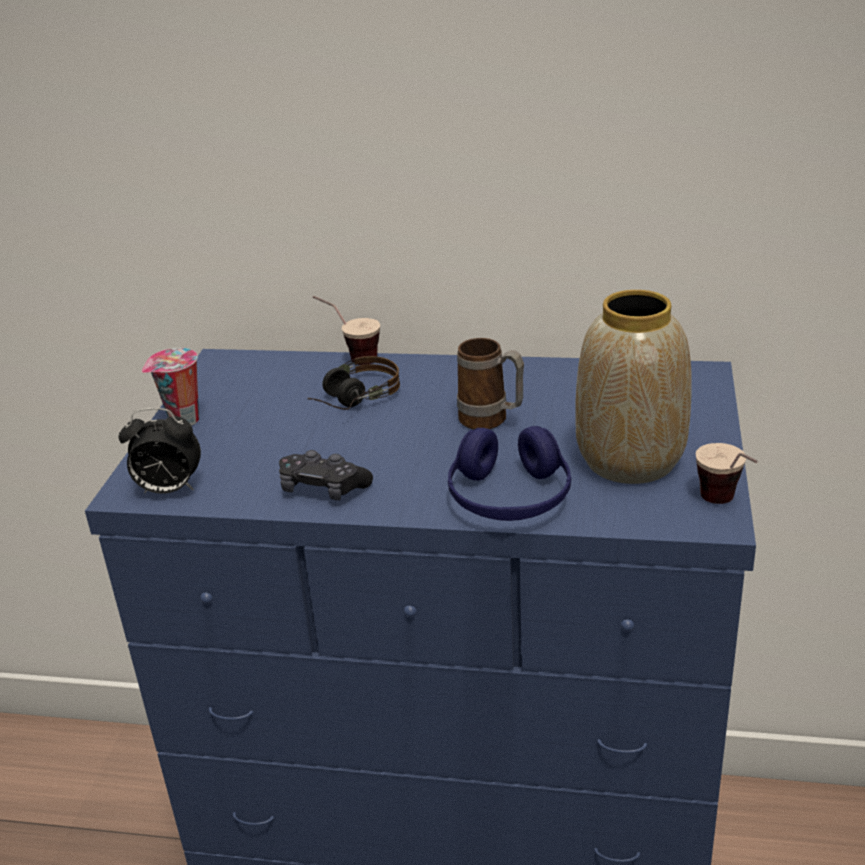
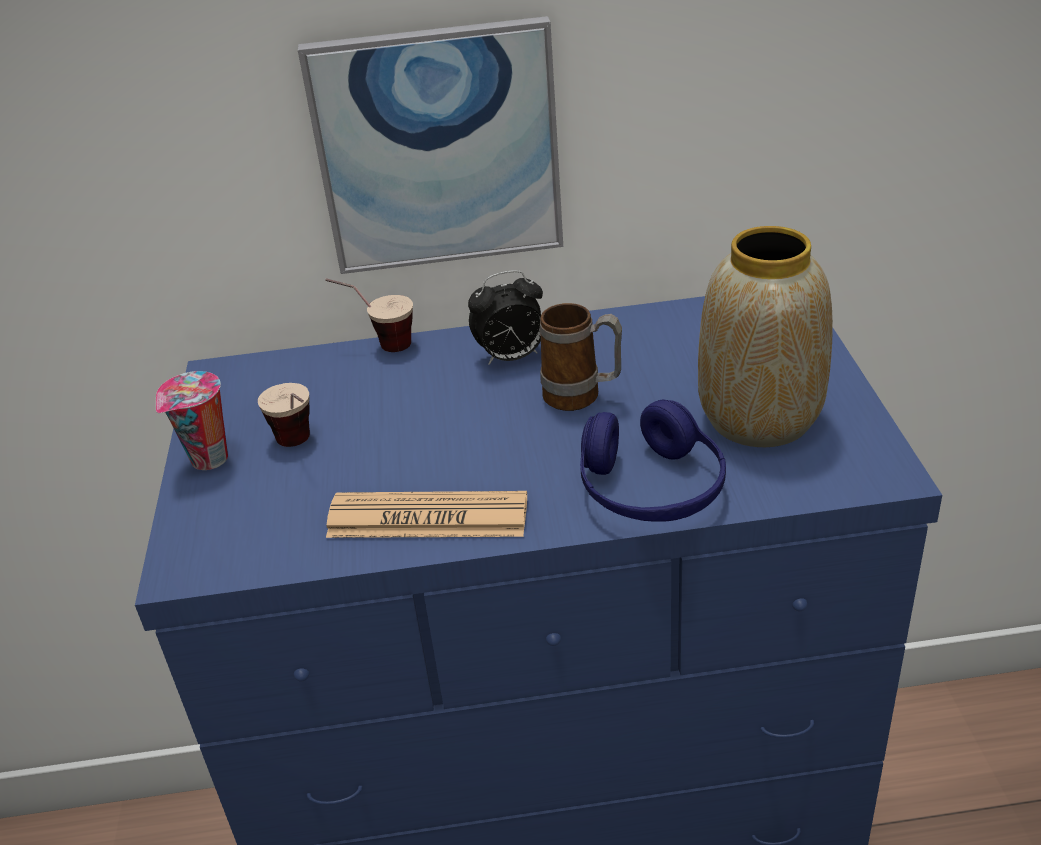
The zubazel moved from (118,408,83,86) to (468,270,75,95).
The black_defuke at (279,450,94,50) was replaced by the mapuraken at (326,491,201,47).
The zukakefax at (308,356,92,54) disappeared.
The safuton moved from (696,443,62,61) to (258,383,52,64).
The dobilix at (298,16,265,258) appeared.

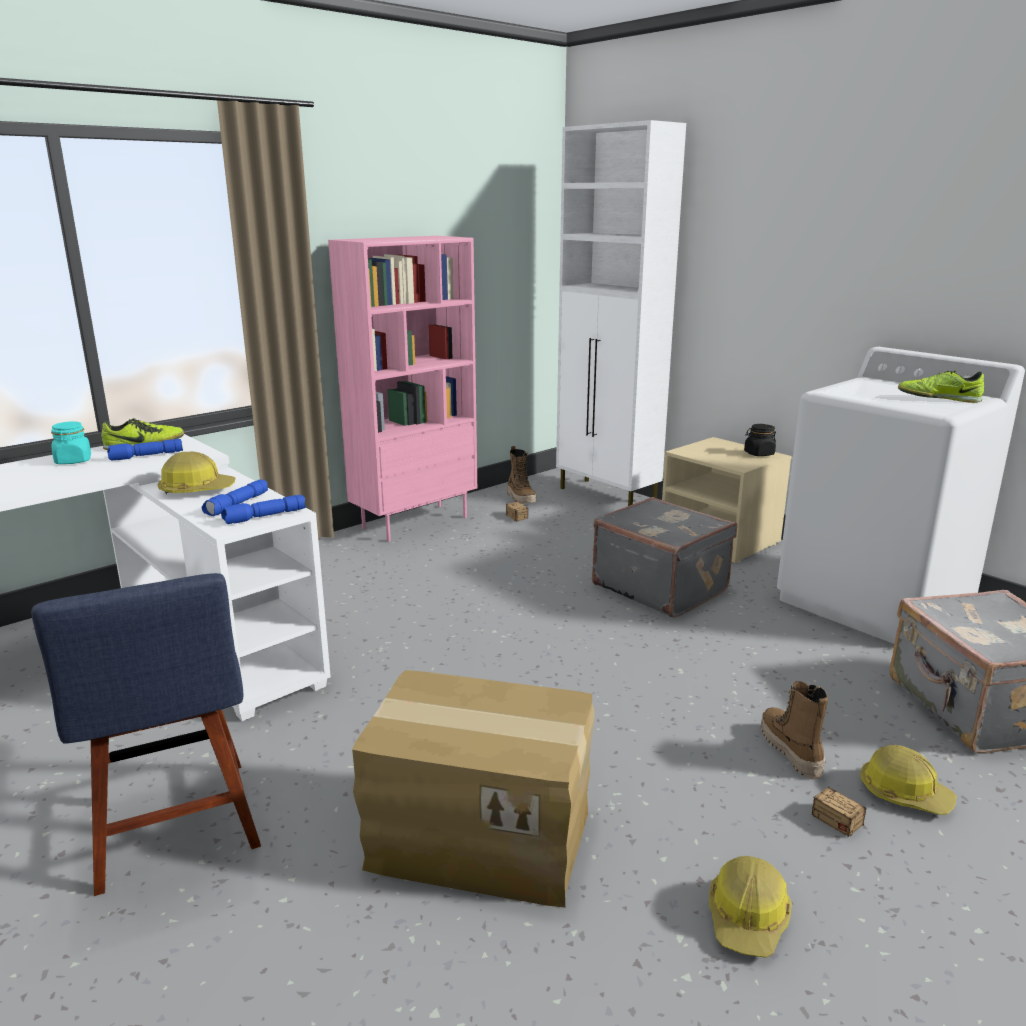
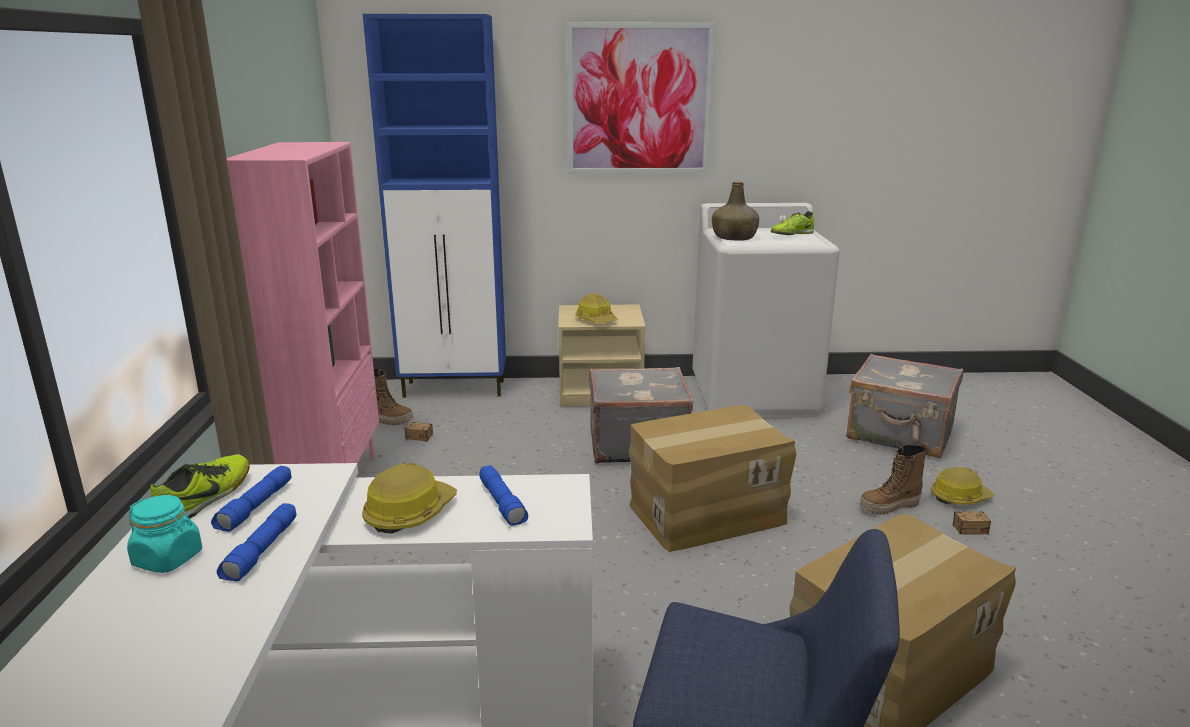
The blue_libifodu moved from (221,495,85,29) to (217,503,79,78).
The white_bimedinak at (556,120,130,386) became the blue_bimedinak at (363,14,143,384).
The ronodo moved from (709,856,83,102) to (576,293,41,30).
The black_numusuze at (744,424,32,32) disappeared.
The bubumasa at (761,681,67,99) turned 45 degrees counterclockwise.
The dobilix at (566,22,149,152) appeared.
The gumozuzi at (629,405,167,147) appeared.
The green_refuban at (712,181,47,60) appeared.

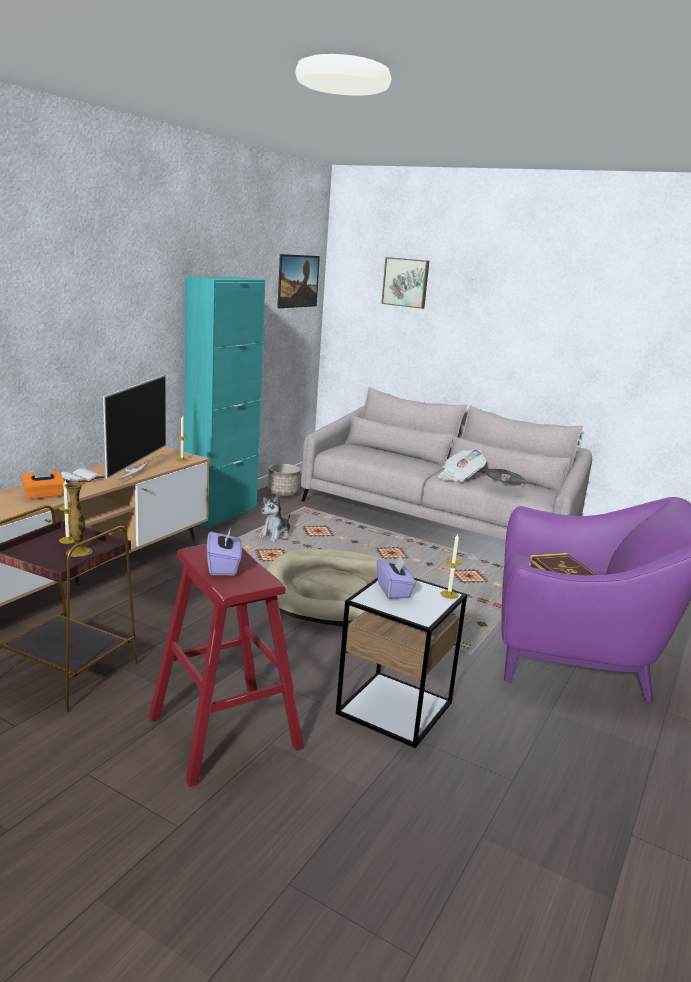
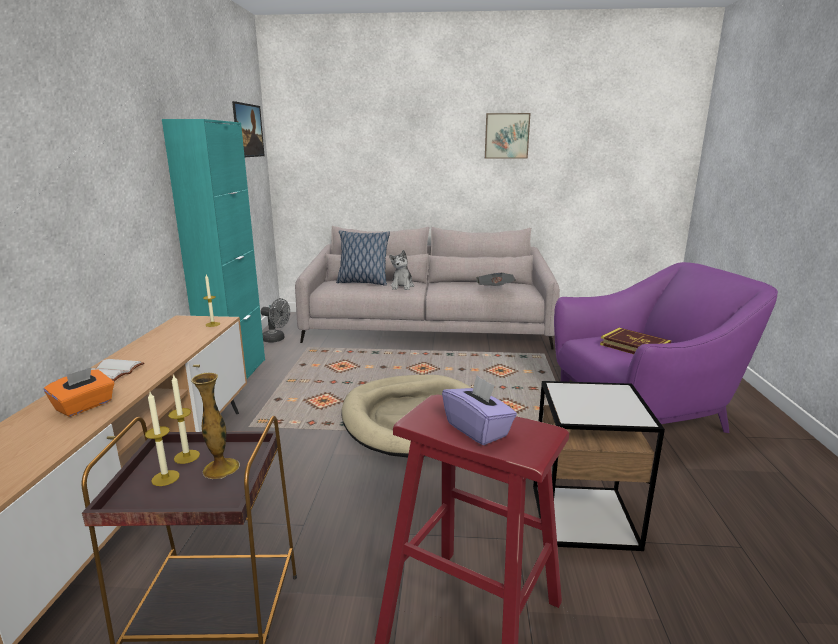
The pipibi at (103,375,63,105) disappeared.
The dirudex moved from (259,495,31,47) to (389,250,25,40).
The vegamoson at (268,464,33,32) was replaced by the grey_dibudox at (261,298,29,45).
The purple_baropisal at (377,555,39,44) disappeared.
The dobilix moved from (381,257,48,52) to (485,113,46,46).
The mapuraken at (438,449,49,33) disappeared.
The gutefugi moved from (441,533,20,66) to (145,392,35,94).
The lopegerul at (336,230,54,56) appeared.

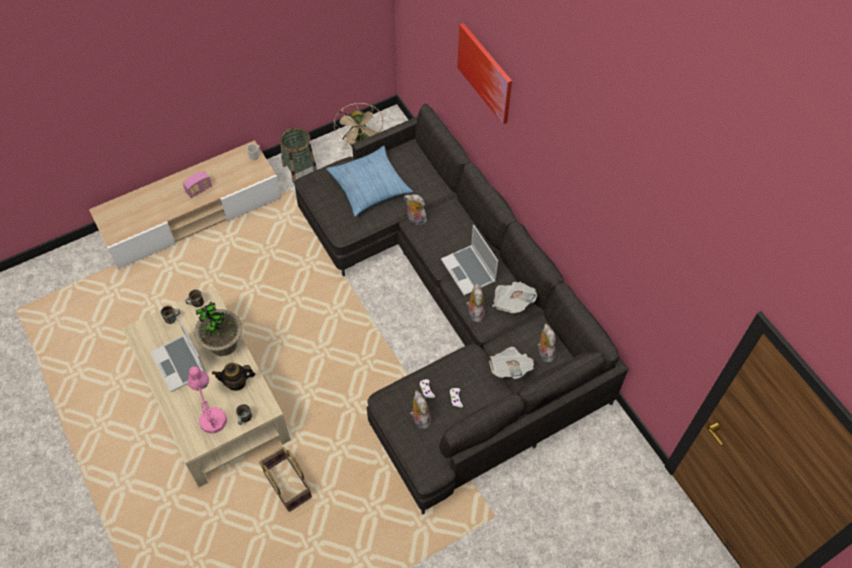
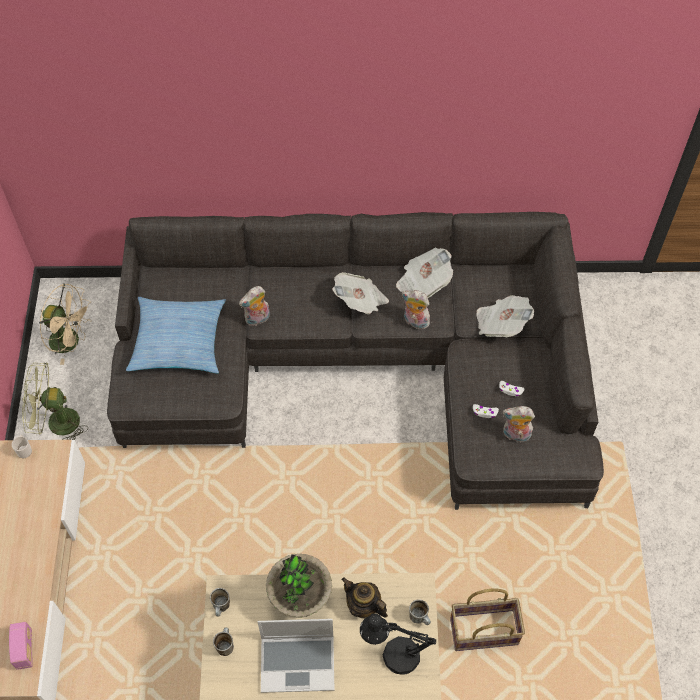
The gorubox moved from (183,171,29,27) to (9,622,24,48).
The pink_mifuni at (188,366,39,68) became the black_mifuni at (360,613,77,62).
The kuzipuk at (212,363,43,28) turned 105 degrees clockwise.
The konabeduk at (280,127,37,56) was replaced by the green_dibudox at (22,362,66,78).
The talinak at (441,225,57,71) was replaced by the mapuraken at (332,272,57,42).
The dobilix at (457,23,55,102) disappeared.
The dirudex at (538,324,18,38) disappeared.

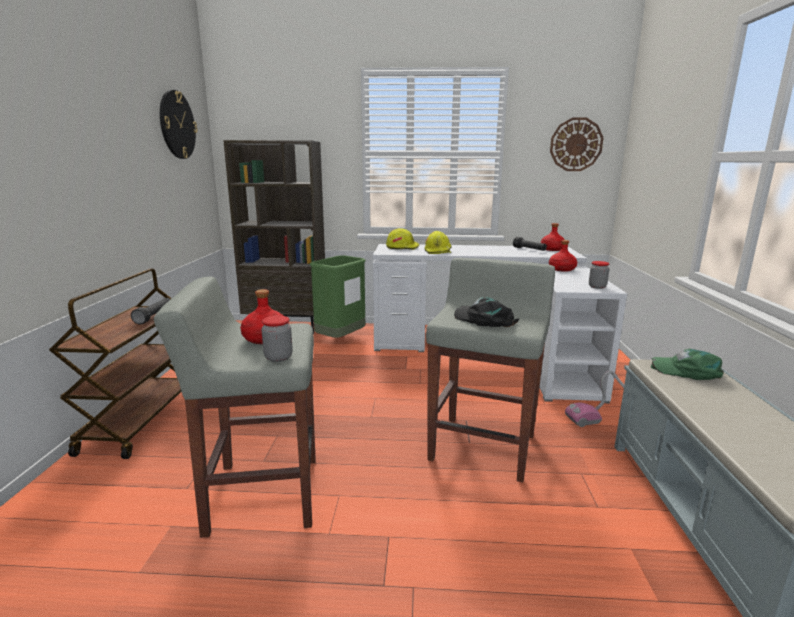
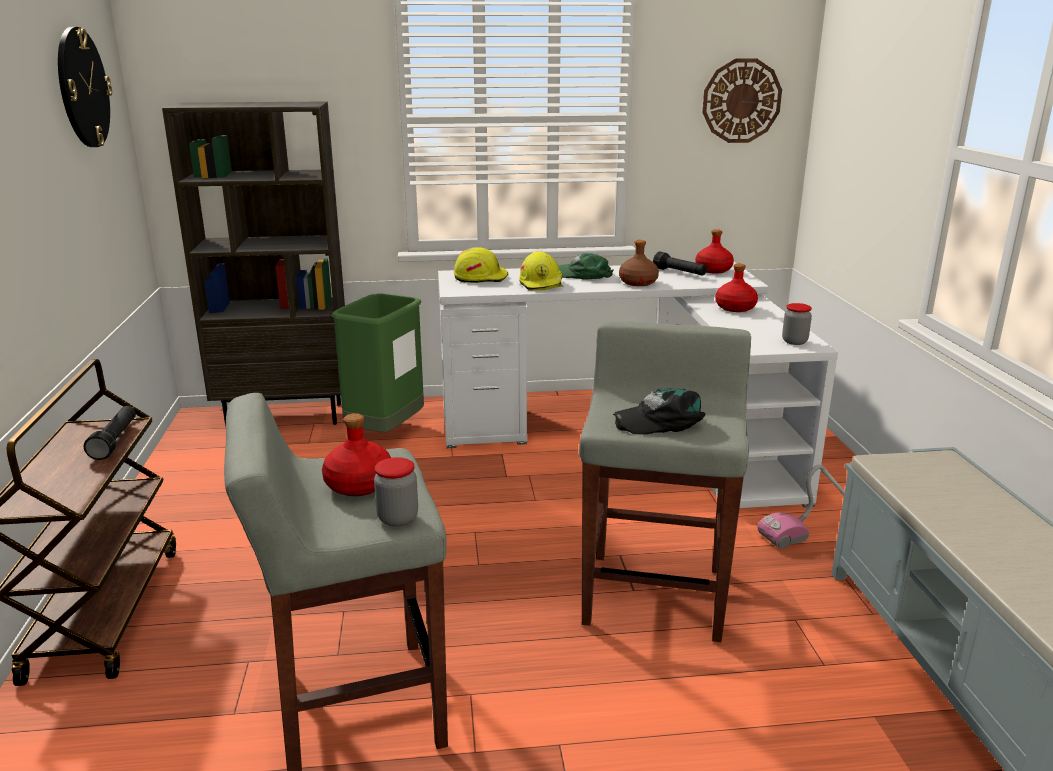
The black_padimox at (454,297,65,30) turned 45 degrees counterclockwise.
The green_padimox moved from (651,349,73,31) to (558,253,56,27).
The brown_refuban at (619,240,40,46) appeared.

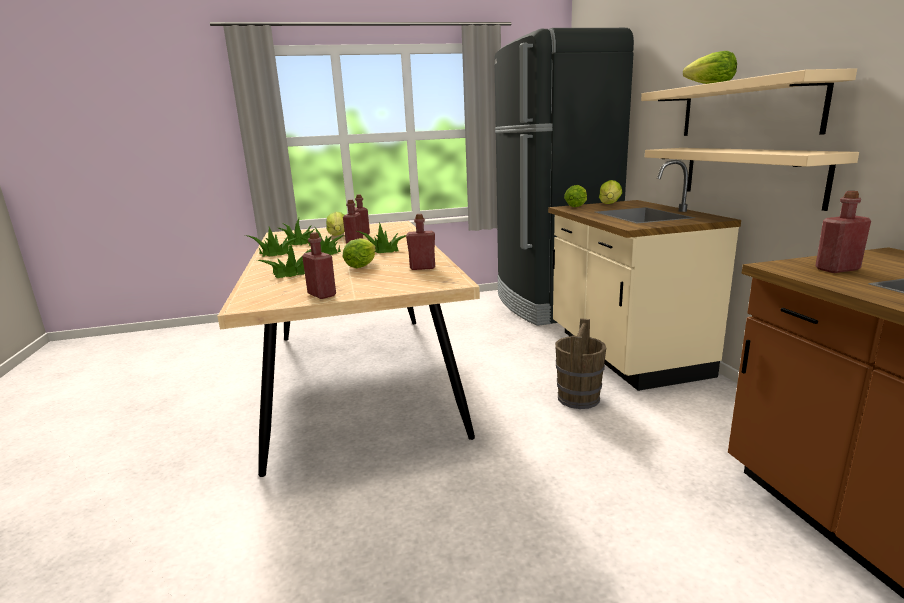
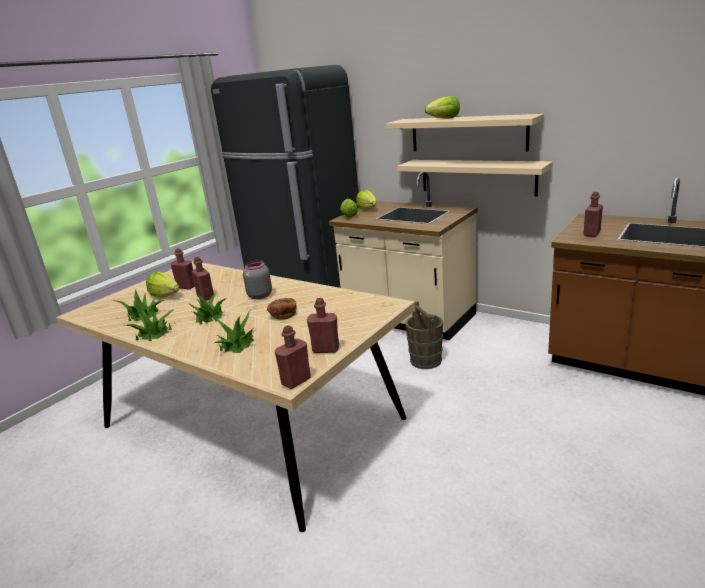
The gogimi at (343,238,33,30) was replaced by the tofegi at (267,298,30,22).
The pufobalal at (357,222,49,31) was replaced by the grey_numusuze at (243,260,29,40).
The red_refuban moved from (406,214,29,56) to (275,325,36,64).

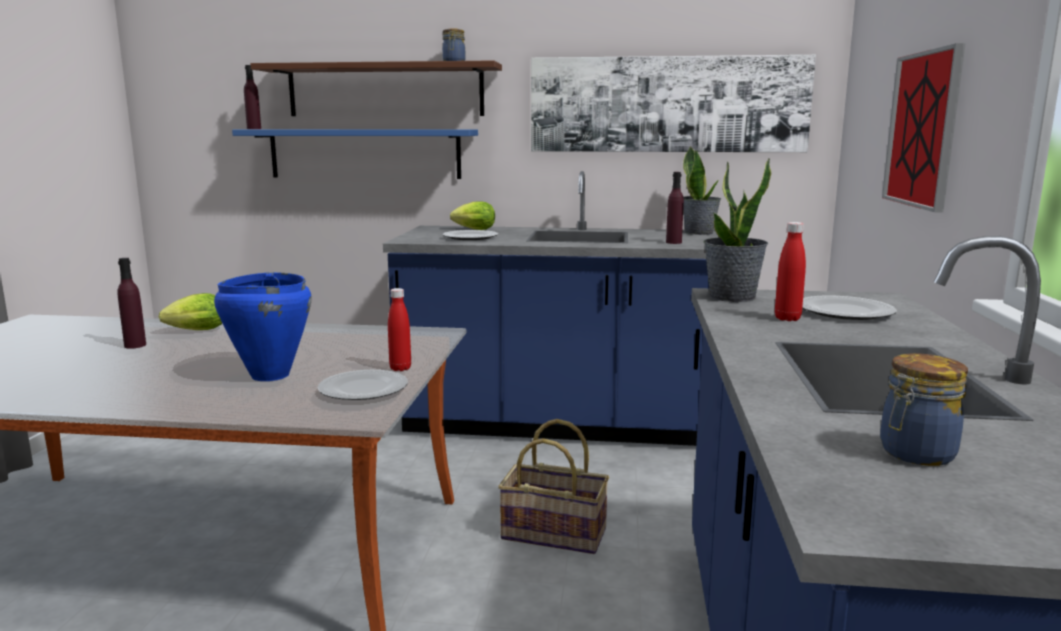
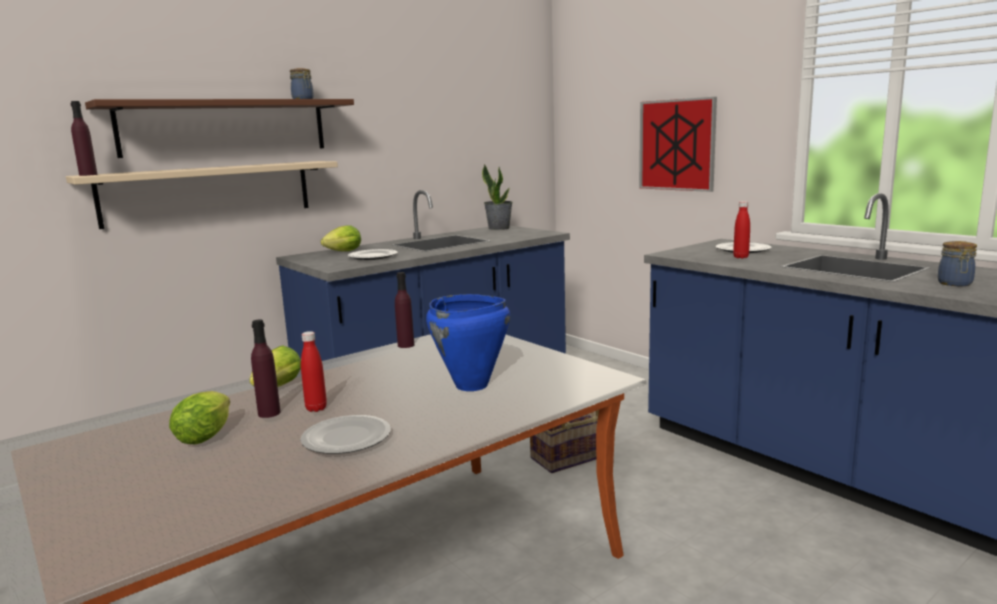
The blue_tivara at (232,129,246,50) became the beige_tivara at (66,161,272,68).
The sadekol moved from (318,370,90,30) to (300,415,91,39).
The red_refuban moved from (388,288,23,83) to (301,331,26,81).
The dobilix at (531,55,285,97) disappeared.
The purple_refuban moved from (666,172,18,72) to (395,272,19,76).
The pufobalal at (704,158,67,144) disappeared.
The gogimi at (169,391,61,53) appeared.

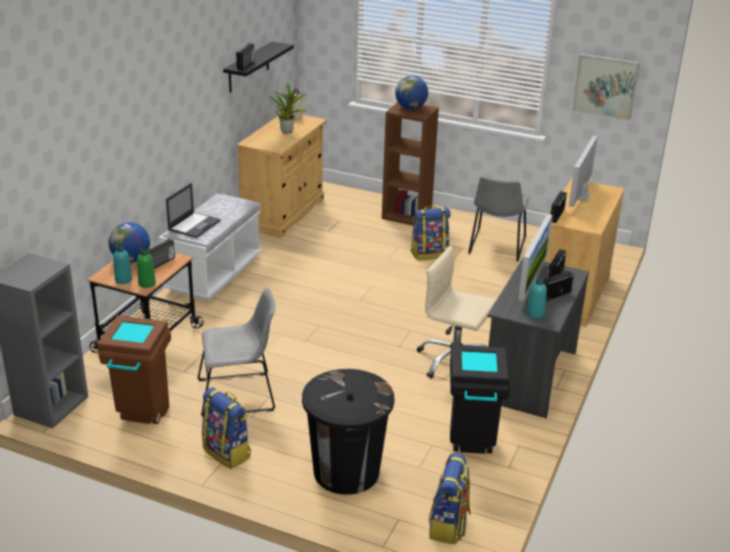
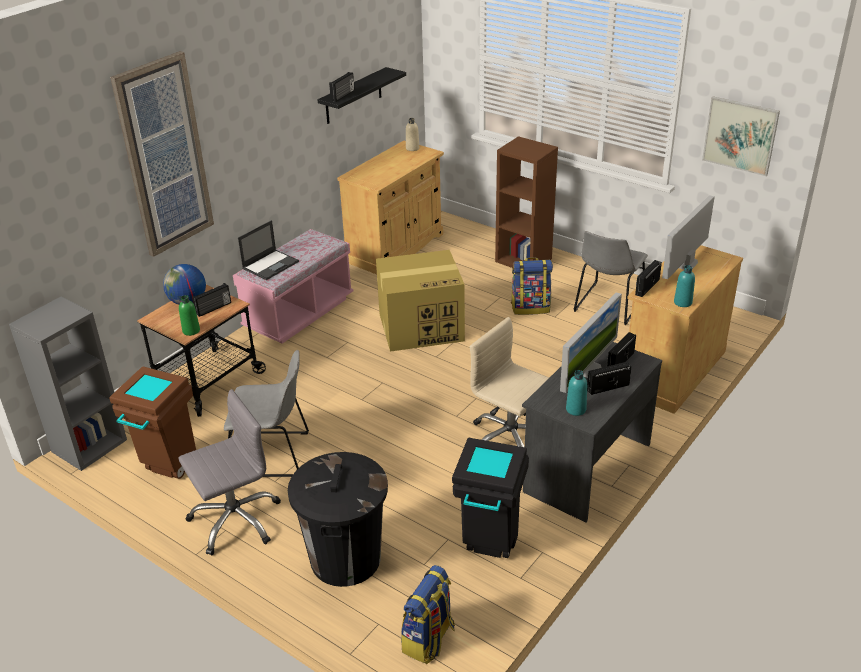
The turquoise_refuban moved from (113,244,19,40) to (674,265,21,42).
The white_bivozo at (159,194,103,107) became the pink_bivozo at (233,229,120,114).
The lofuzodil at (202,387,49,82) was replaced by the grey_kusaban at (178,389,103,167).
The pufobalal at (268,84,39,50) disappeared.
The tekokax at (395,76,33,33) disappeared.
The dobilix at (110,51,104,206) appeared.
The gumozuzi at (376,250,89,102) appeared.

